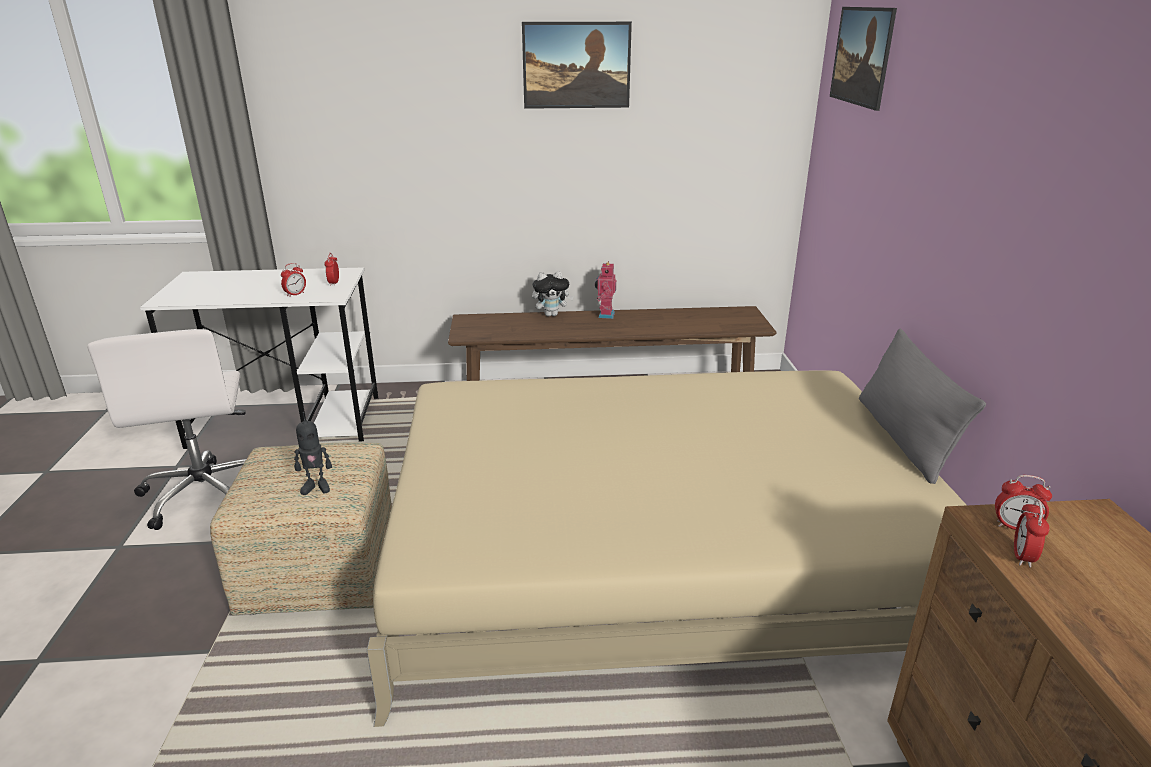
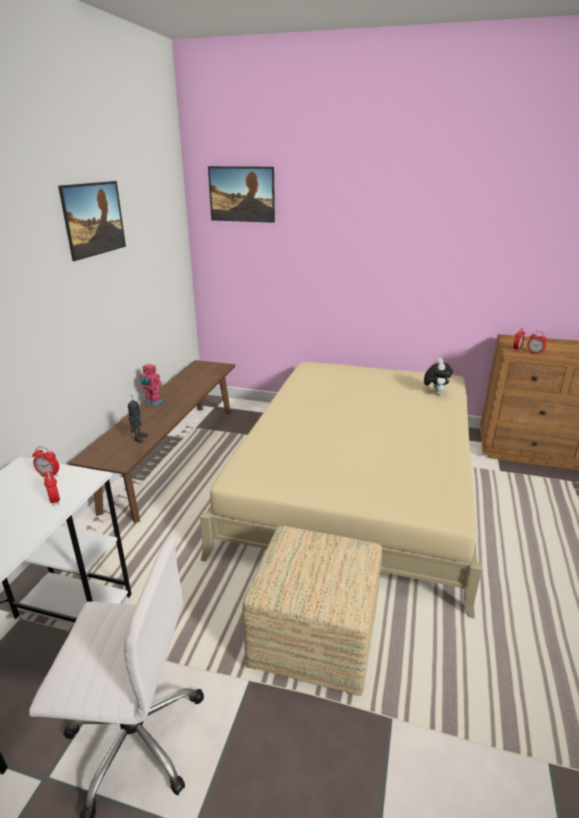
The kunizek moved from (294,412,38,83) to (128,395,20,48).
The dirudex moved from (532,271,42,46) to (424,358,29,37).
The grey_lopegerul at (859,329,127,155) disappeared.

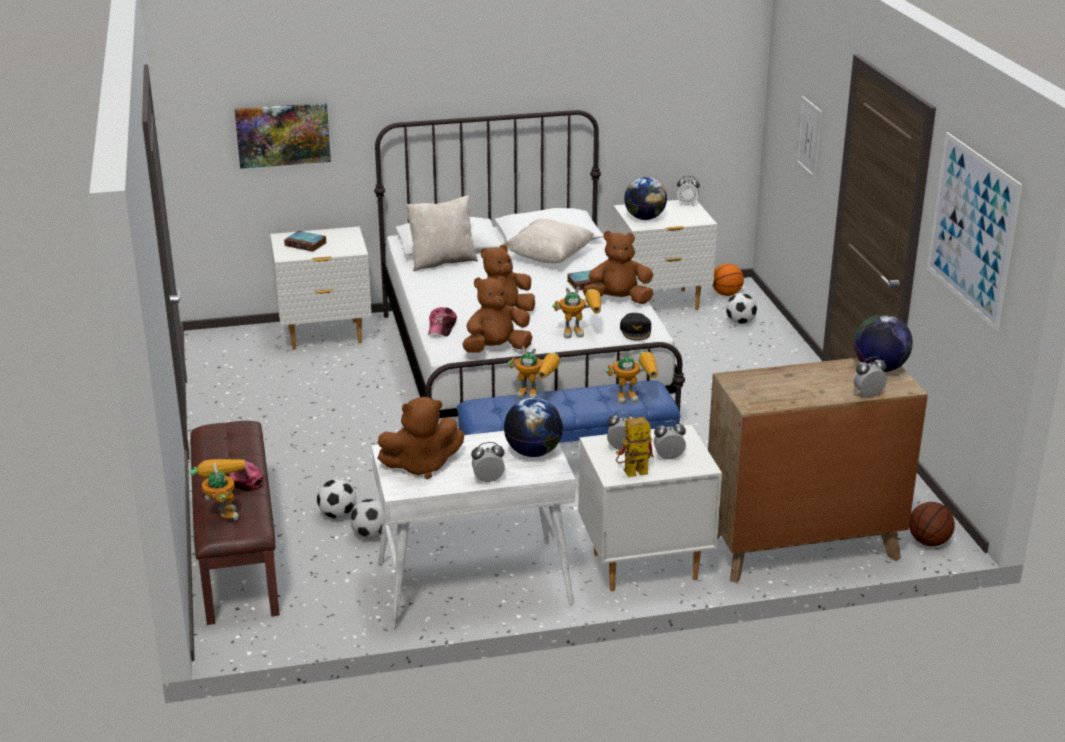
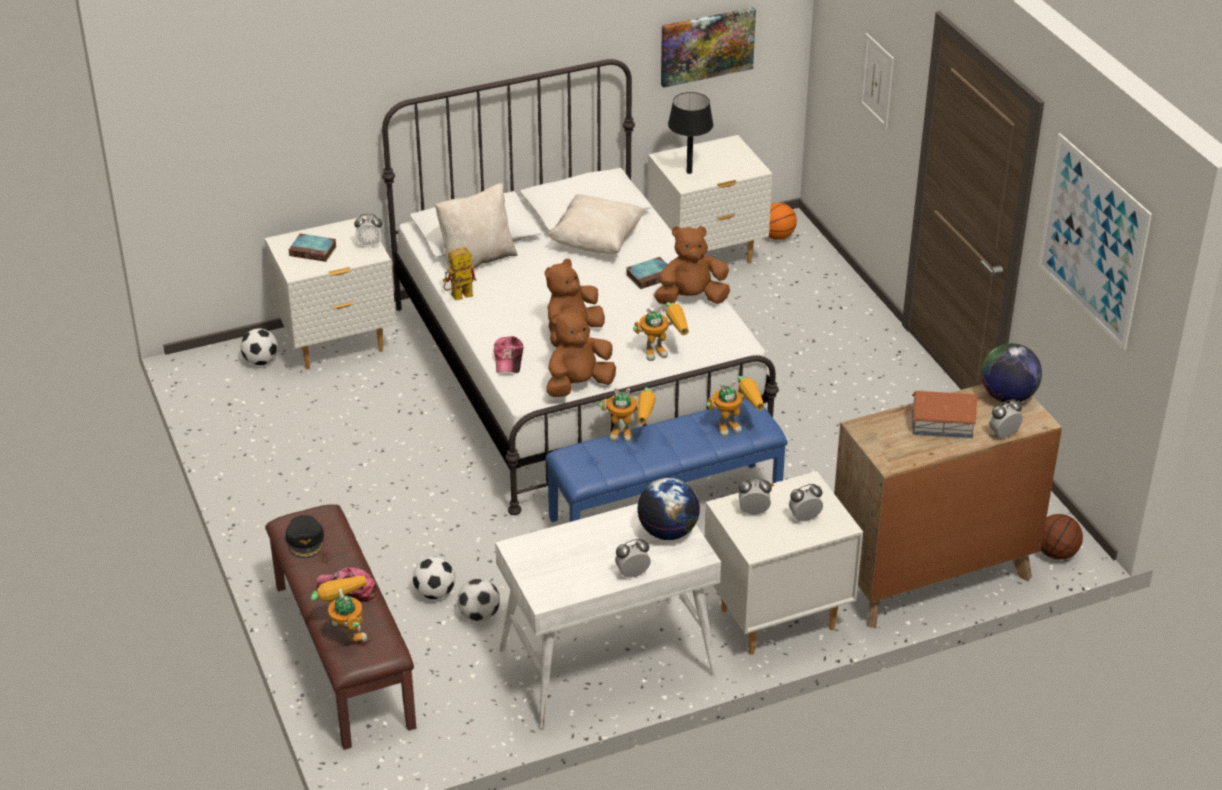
The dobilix moved from (234,103,97,66) to (661,7,95,81).
The brown_dirudex at (378,397,86,82) disappeared.
The kunizek moved from (616,417,38,60) to (443,247,34,54).
The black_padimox moved from (620,313,31,28) to (285,515,39,43).
The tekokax at (624,177,43,43) was replaced by the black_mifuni at (668,92,45,82).
The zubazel moved from (677,176,23,30) to (354,213,29,35).
The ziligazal moved from (726,293,31,31) to (241,328,37,37).
The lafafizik at (912,391,65,47) appeared.

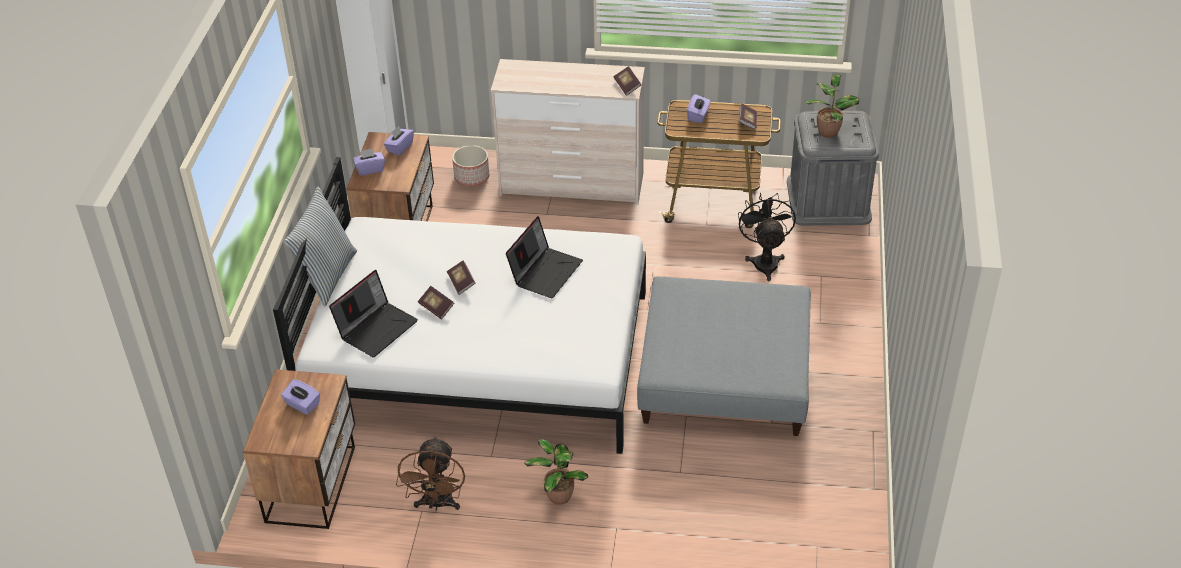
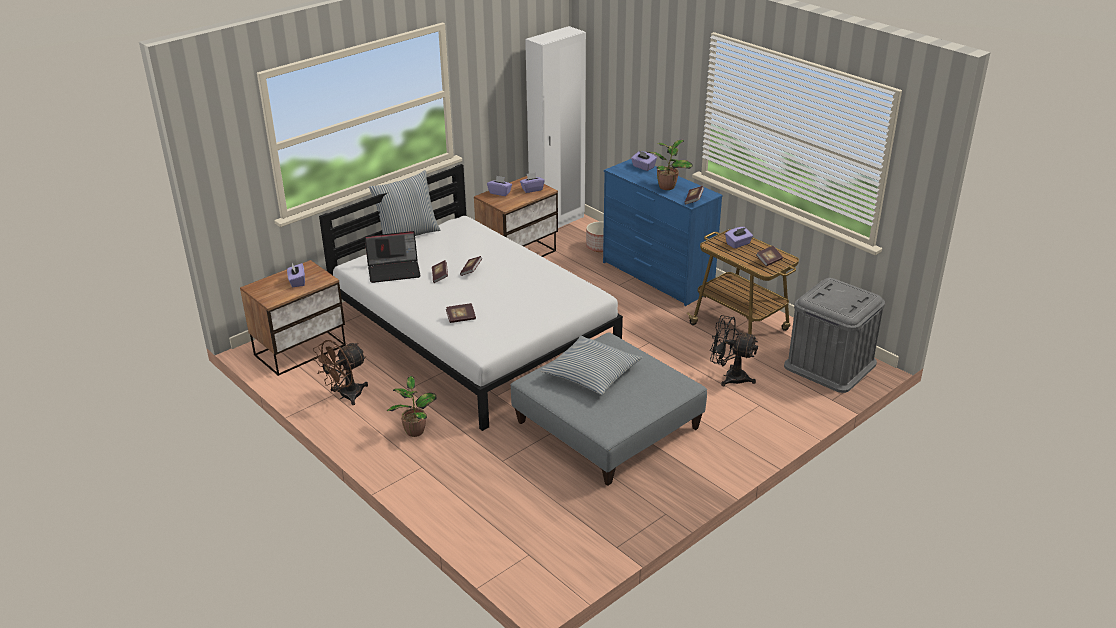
The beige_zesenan at (491,59,154,146) became the blue_zesenan at (603,159,120,147).
The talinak at (506,216,77,82) disappeared.
The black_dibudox at (738,193,58,88) turned 105 degrees counterclockwise.
The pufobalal moved from (803,73,56,65) to (647,140,46,50).
The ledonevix at (446,303,30,20) appeared.
The lopegerul at (540,336,102,59) appeared.
The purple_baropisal at (631,150,26,21) appeared.

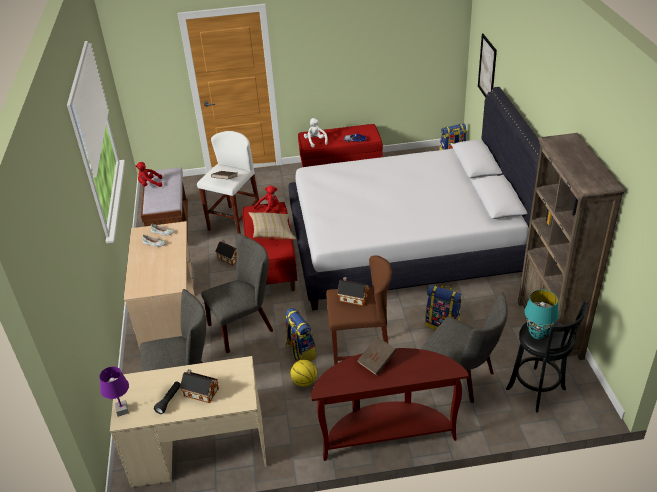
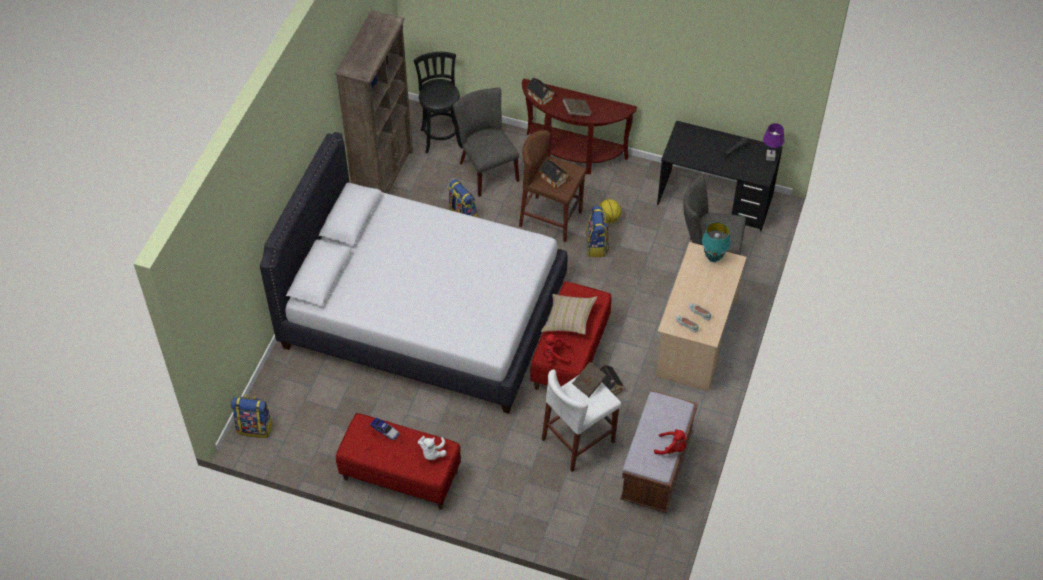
The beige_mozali at (110,356,157,131) became the black_mozali at (657,121,126,110).
The lafafizik moved from (180,369,39,34) to (526,78,28,28).
The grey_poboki at (201,233,72,120) disappeared.
The dobilix at (478,33,19,65) disappeared.
The turquoise_mifuni moved from (524,290,35,49) to (702,222,29,40).

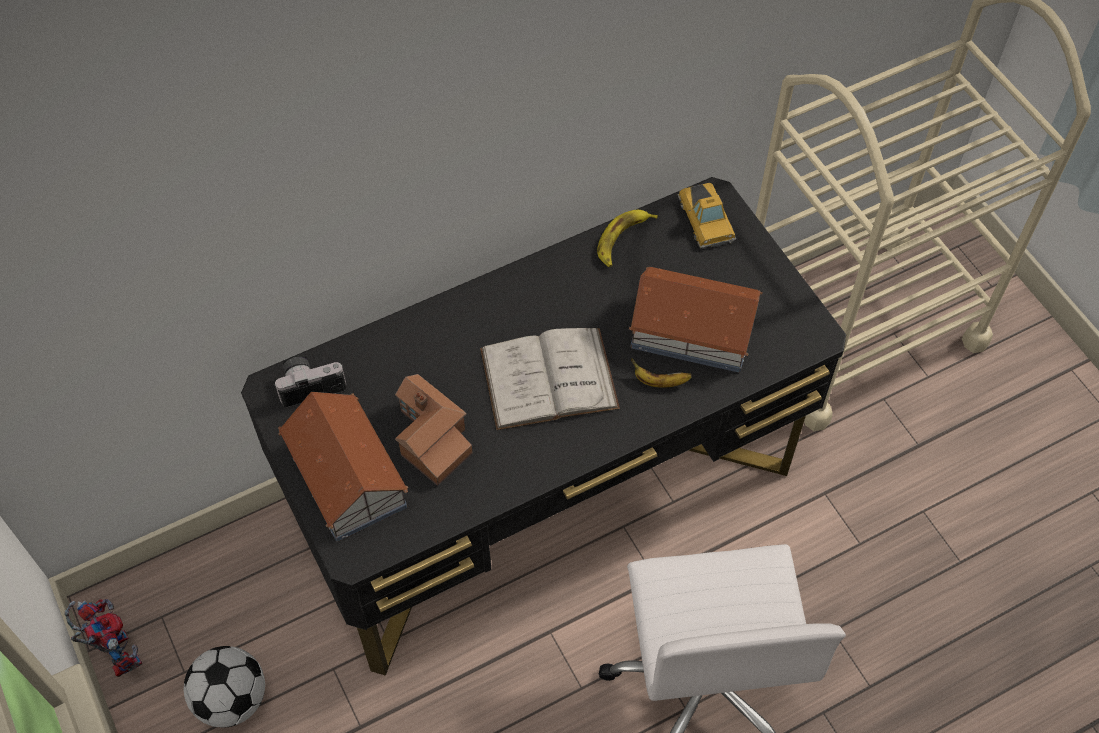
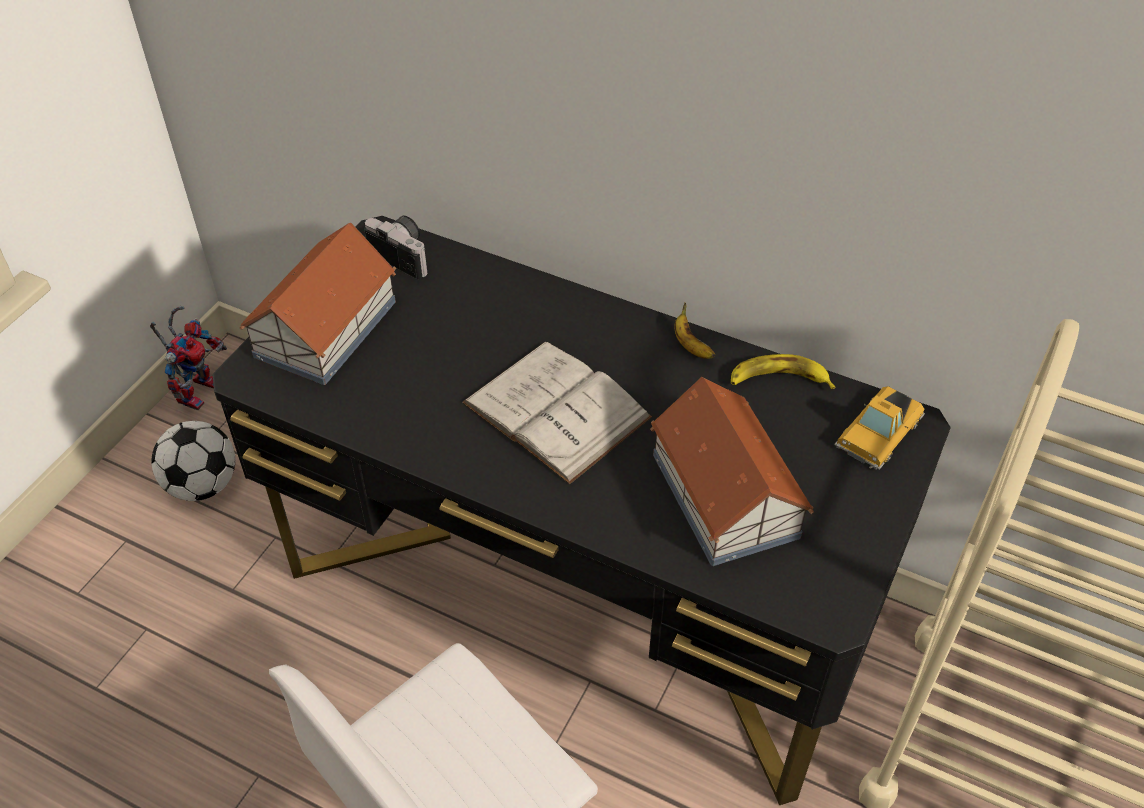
The lafafizik at (395,374,77,112) disappeared.
The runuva moved from (631,358,61,30) to (674,302,41,57).

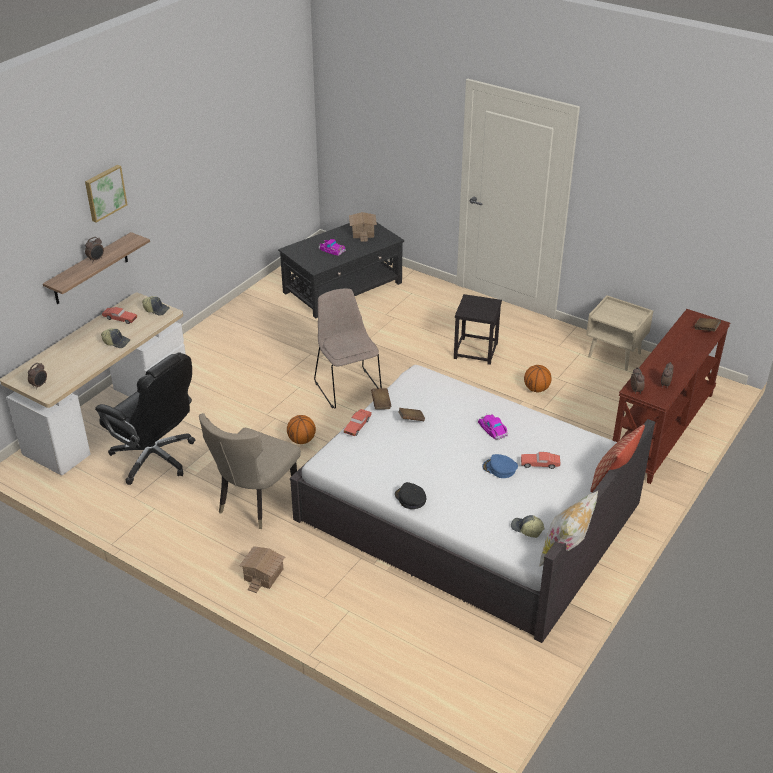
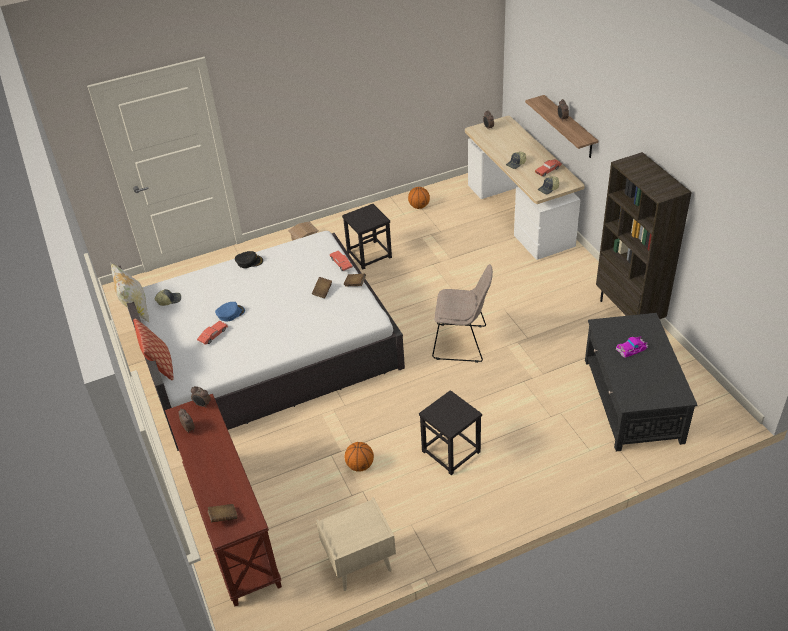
The dobilix at (85,165,42,58) disappeared.
The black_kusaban at (95,352,100,133) disappeared.
The beige_poboki at (199,413,102,116) was replaced by the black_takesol at (342,204,50,65).
The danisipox moved from (287,415,29,29) to (408,187,22,22).
The lafafizik at (349,212,28,30) disappeared.
The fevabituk at (478,413,30,27) disappeared.
The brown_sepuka at (596,152,96,167) appeared.

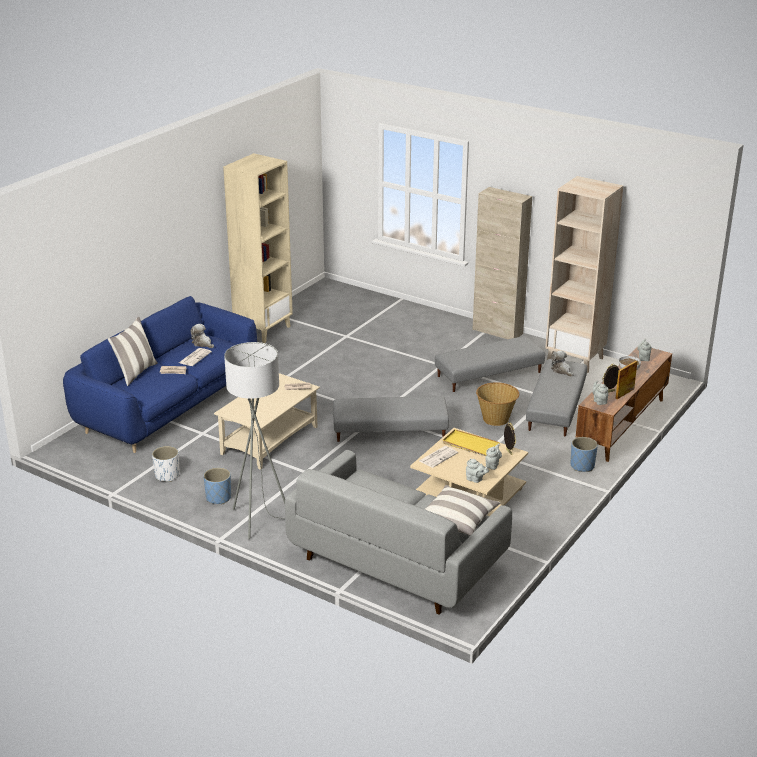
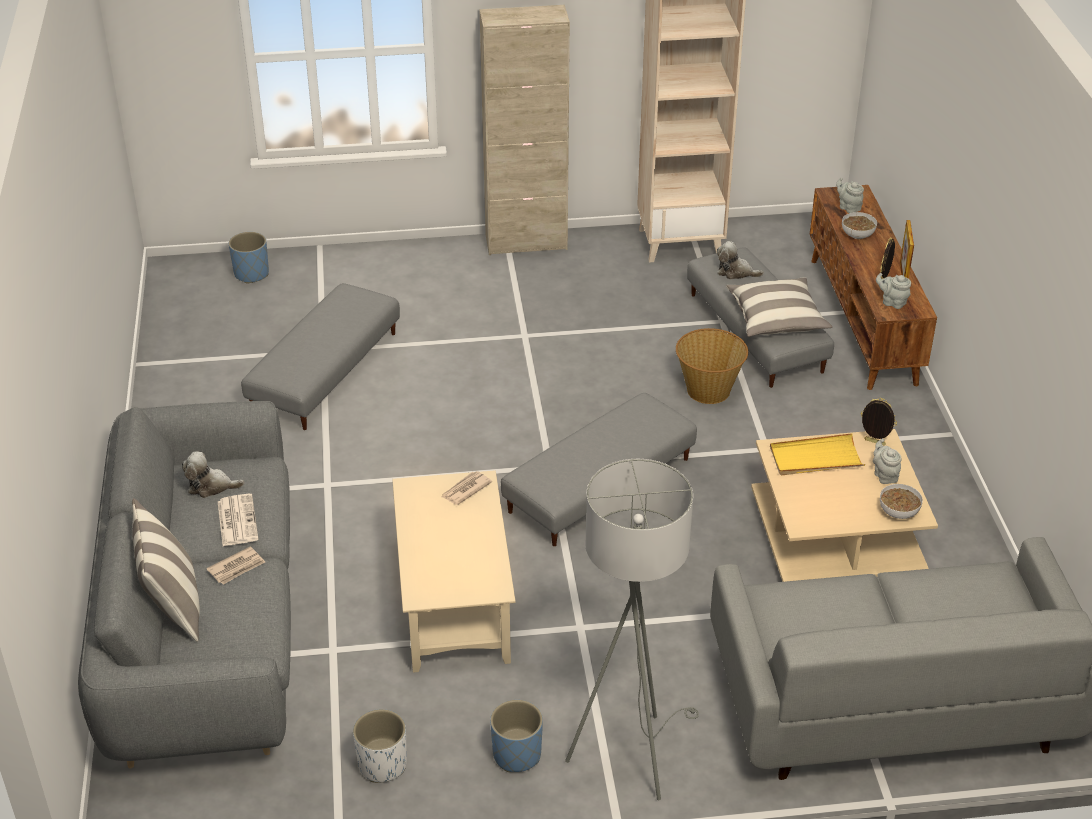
The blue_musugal at (63,296,194,157) became the grey_musugal at (78,401,213,367).
The beige_sepuka at (223,153,70,190) disappeared.
The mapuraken at (419,446,39,22) disappeared.
The lopegerul moved from (425,485,75,51) to (726,277,106,60).
The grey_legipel moved from (435,336,110,56) to (241,283,159,147).
The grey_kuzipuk at (466,458,23,25) was replaced by the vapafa at (880,484,43,35).
The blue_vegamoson moved from (570,437,28,35) to (229,232,40,52).

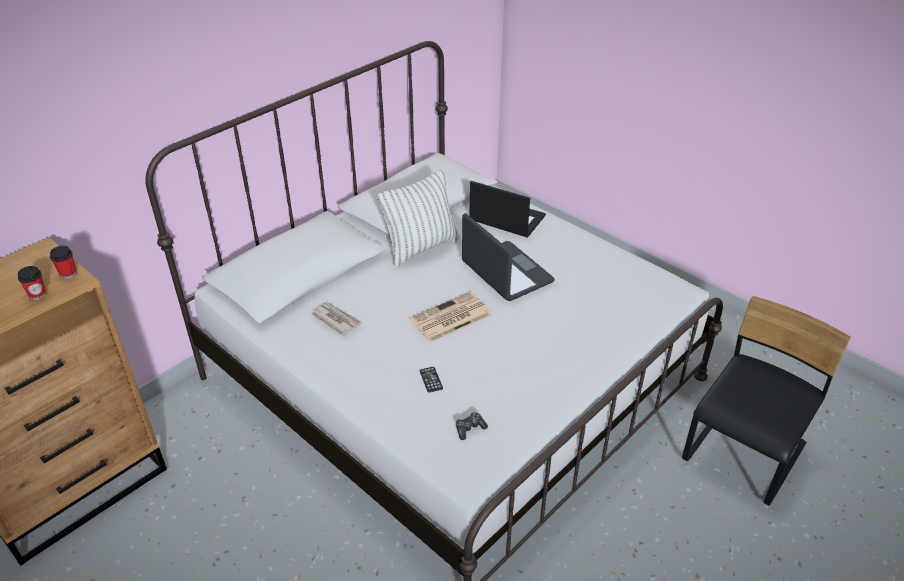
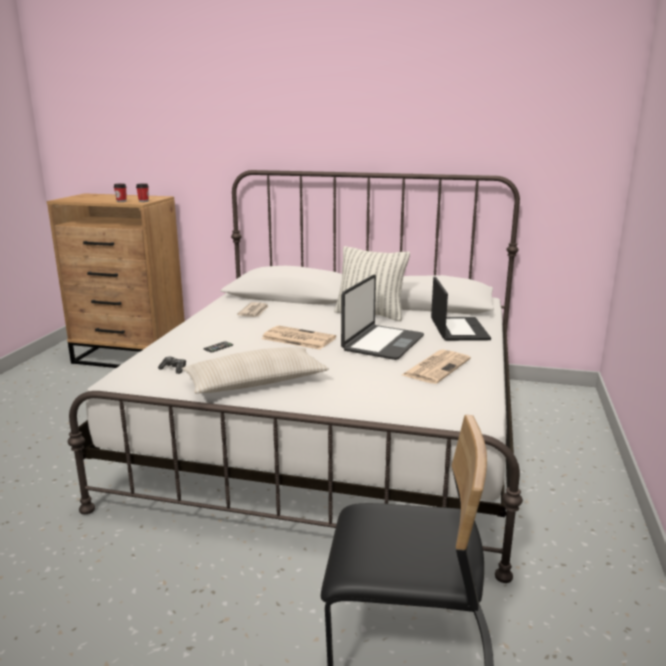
The beige_lopegerul at (182,347,147,47) appeared.
The mapuraken at (402,349,69,35) appeared.

